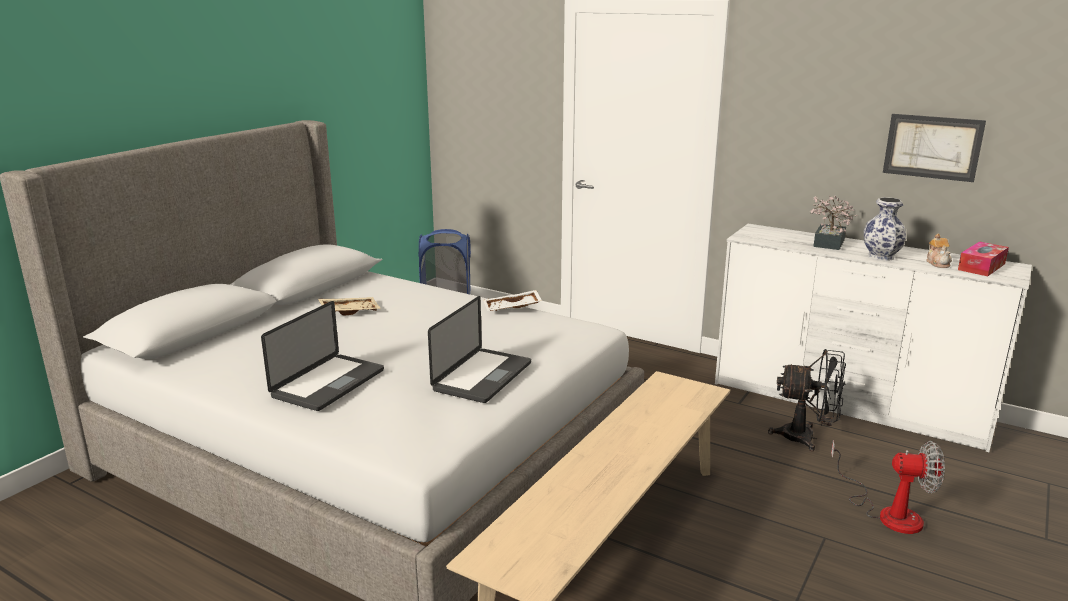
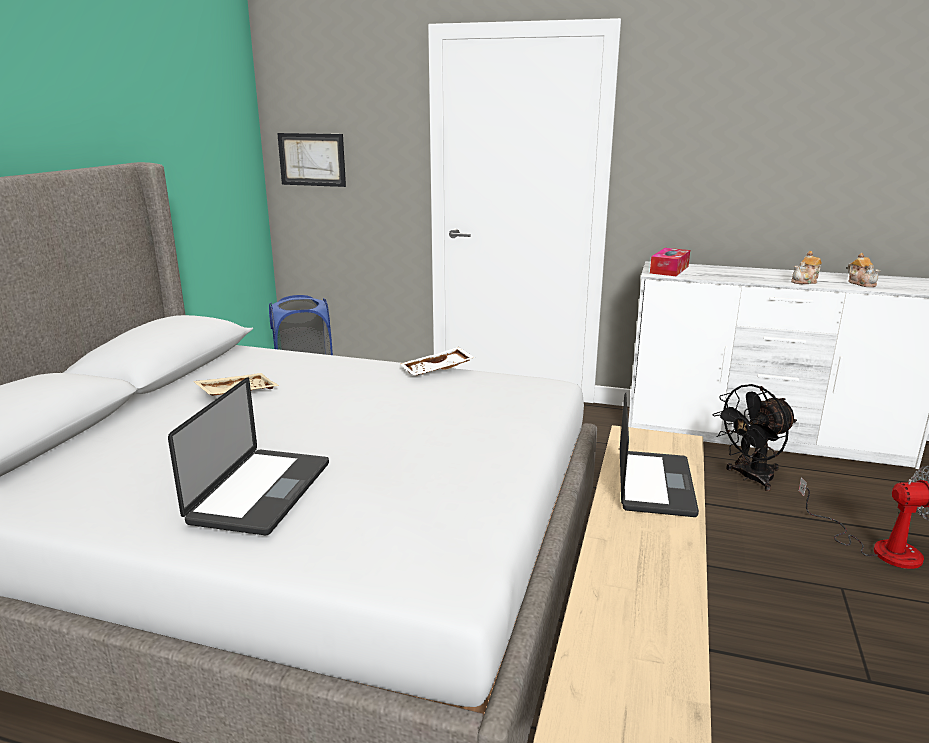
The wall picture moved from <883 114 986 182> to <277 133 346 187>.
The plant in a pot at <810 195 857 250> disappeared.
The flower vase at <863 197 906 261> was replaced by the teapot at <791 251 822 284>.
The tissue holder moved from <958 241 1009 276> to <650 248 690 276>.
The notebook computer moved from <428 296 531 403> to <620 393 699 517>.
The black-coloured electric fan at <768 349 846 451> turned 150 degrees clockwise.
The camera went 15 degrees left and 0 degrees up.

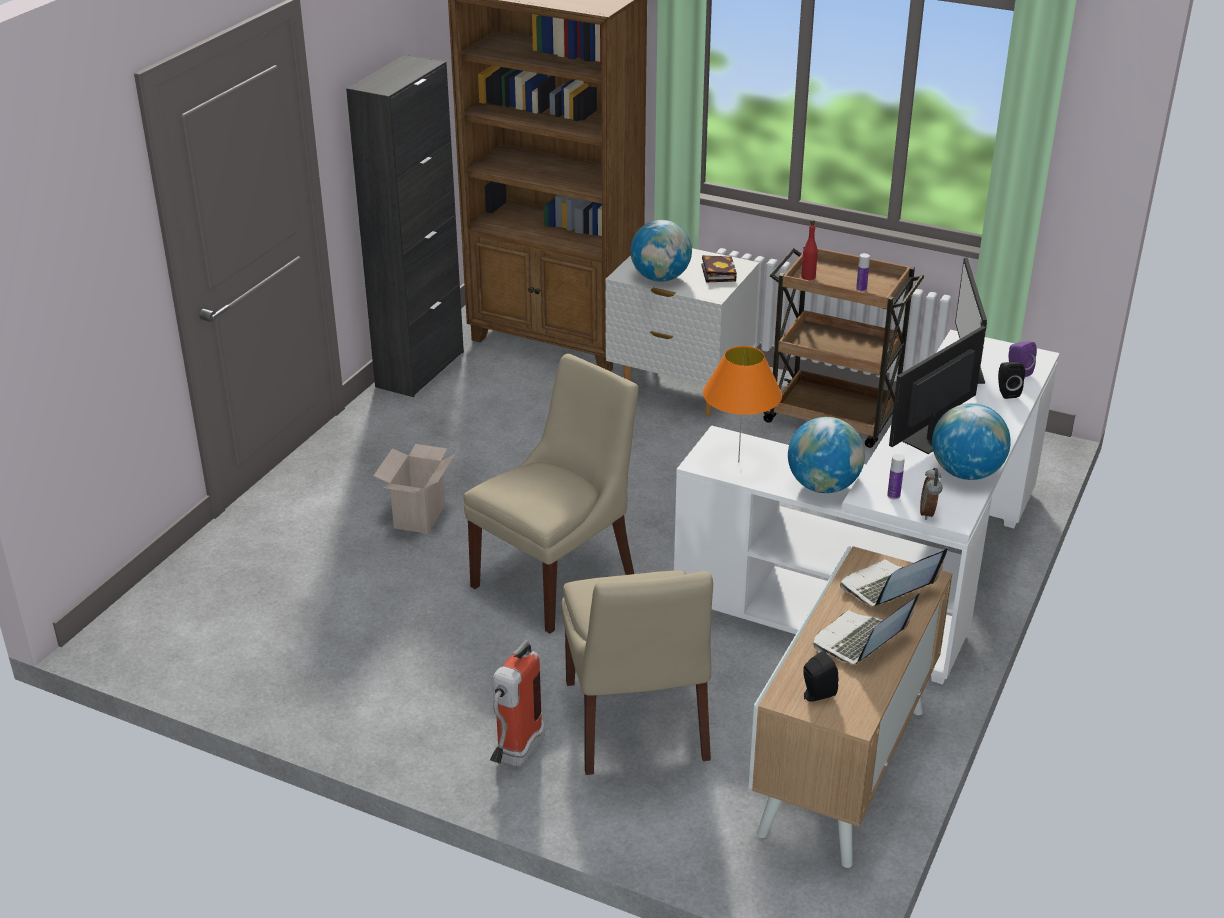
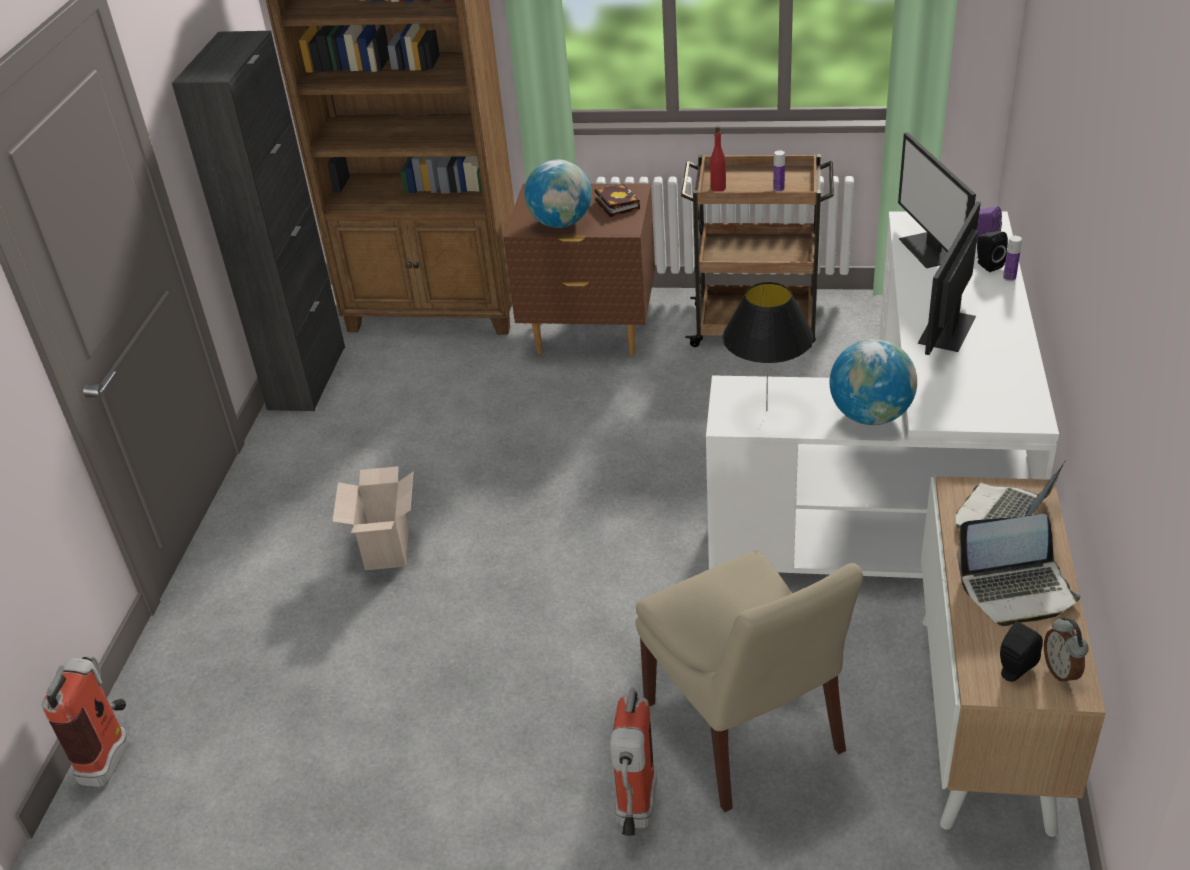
The white night table at <605 248 759 416> became the brown-coloured night table at <503 184 655 355>.
The orangey tabletop lamp at <703 346 782 463> became the black-coloured tabletop lamp at <722 282 814 412>.
The beige upright chair at <464 354 639 634> disappeared.
The world globe at <932 403 1011 480> disappeared.
The drink bottle moved from <887 454 905 500> to <1003 236 1022 281>.
The table clock moved from <920 468 942 520> to <1044 617 1089 685>.
The notebook computer at <813 593 919 664> turned 120 degrees counterclockwise.
The fire-fighting cylinder at <42 655 130 787> appeared.
The camera went 15 degrees left and 5 degrees up.

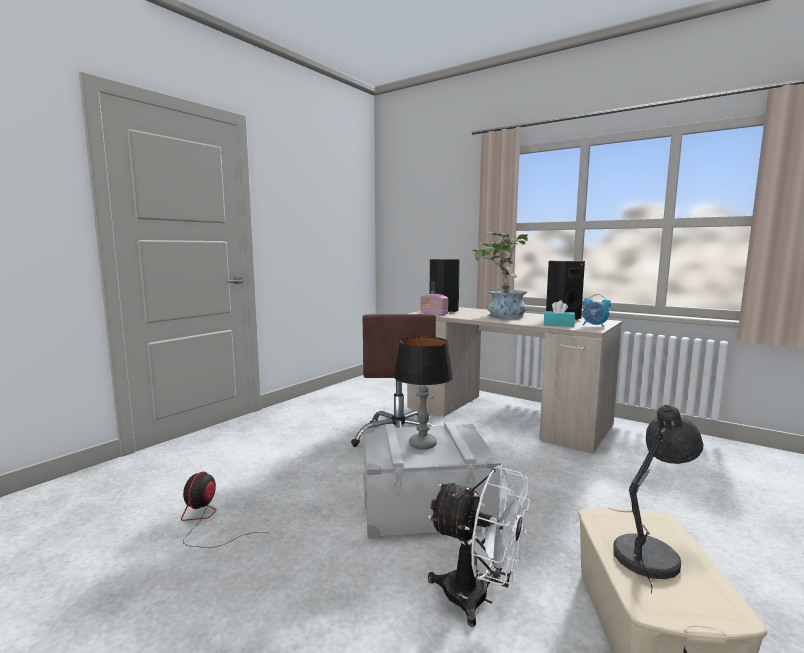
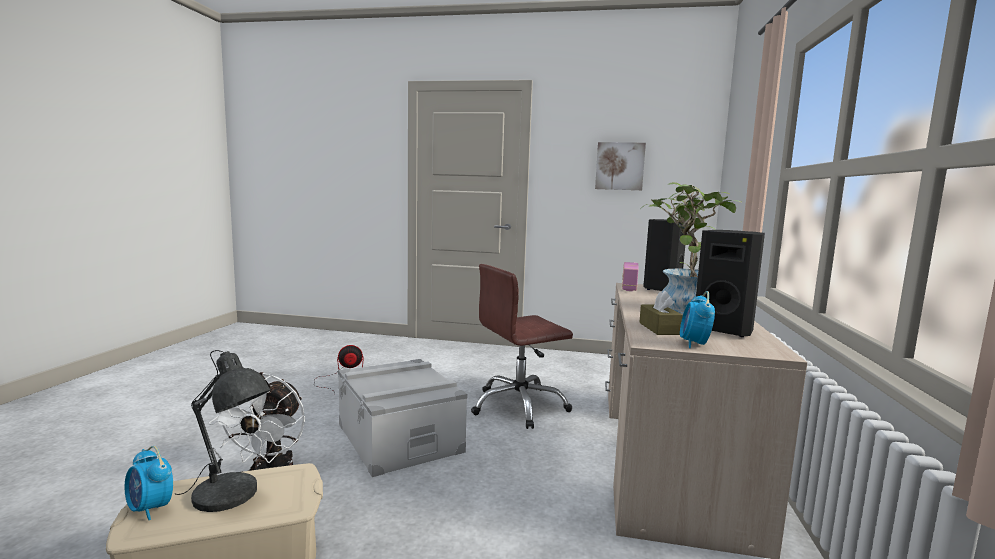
The turquoise-coloured tissue holder at <544 300 575 327> became the brown-coloured tissue holder at <639 291 683 335>.
The tabletop lamp at <394 337 453 450> disappeared.
The wall picture at <595 142 646 190> appeared.
The table clock at <125 446 173 520> appeared.
The camera went 65 degrees right and 0 degrees up.

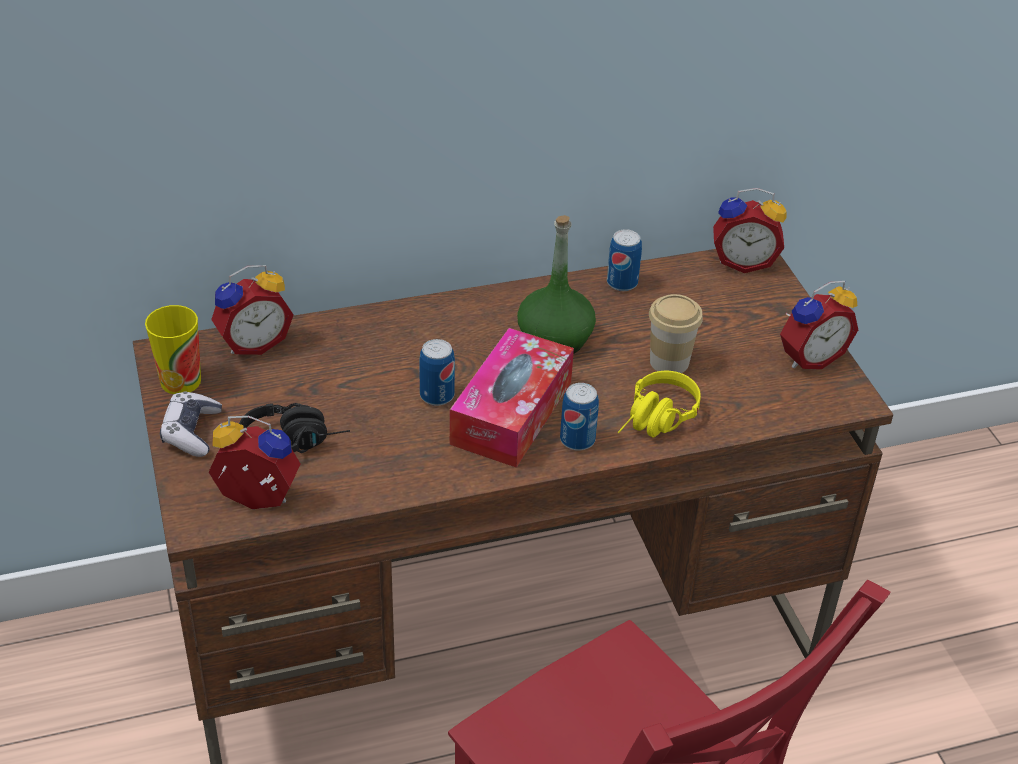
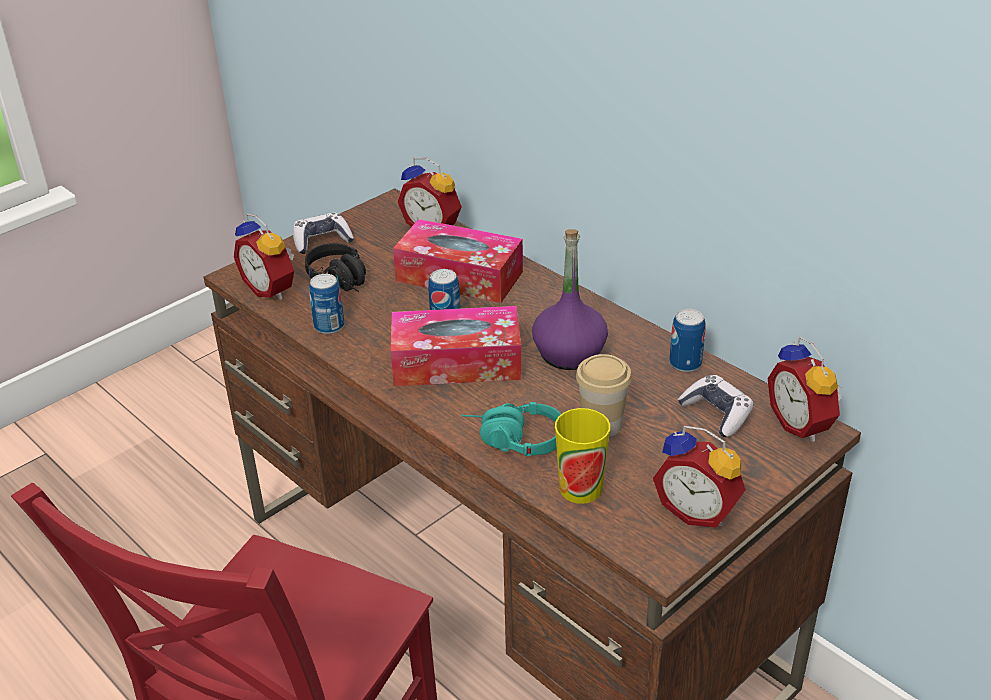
The green drink bottle at <517 215 596 354> became the purple drink bottle at <532 229 608 370>.
The drinking cup moved from <145 305 201 394> to <555 408 610 504>.
The yellow-coloured headset at <618 371 701 437> became the turquoise-coloured headset at <461 402 561 456>.
The sealed can moved from <560 383 599 451> to <309 274 344 334>.
The table clock at <208 416 300 509> turned 150 degrees clockwise.
The tissue holder at <393 219 523 303> appeared.
The gamepad at <678 375 754 437> appeared.
The camera went 65 degrees right and 5 degrees down.

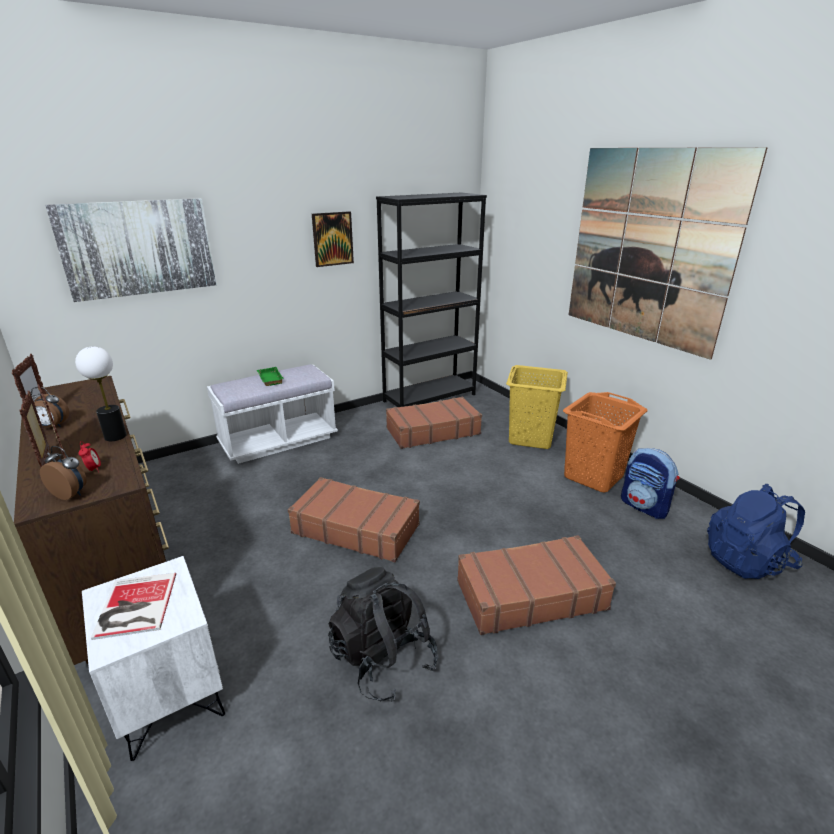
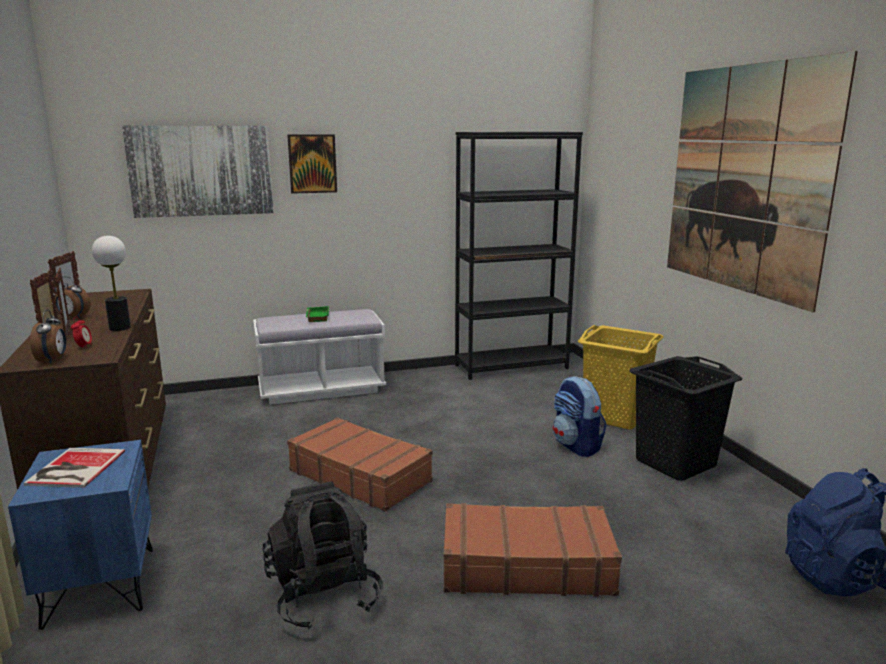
The wall picture moved from <312 211 354 267> to <287 134 337 194>.
The orangey hamper at <563 392 648 492> became the black-coloured hamper at <629 356 742 481>.
The brown-coloured travel case at <386 397 482 449> disappeared.
The table clock at <40 446 87 500> turned 45 degrees clockwise.
The backpack moved from <621 448 679 519> to <553 376 607 457>.
The white night table at <82 556 225 761> became the blue-coloured night table at <8 440 153 630>.
The camera went 15 degrees right and 10 degrees down.

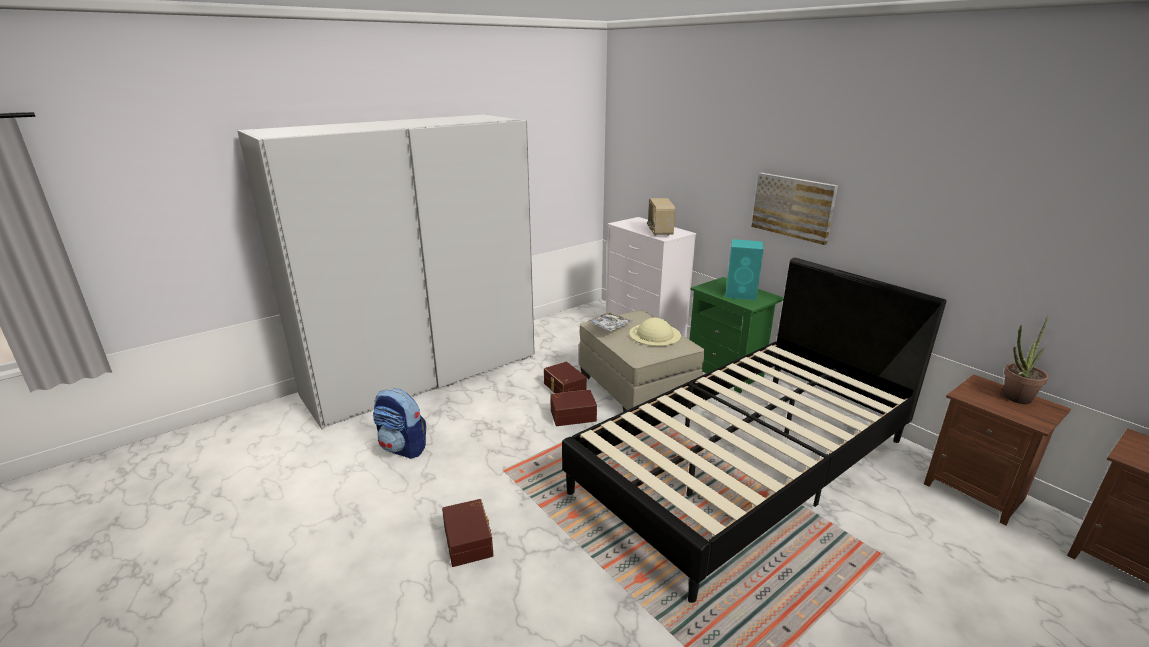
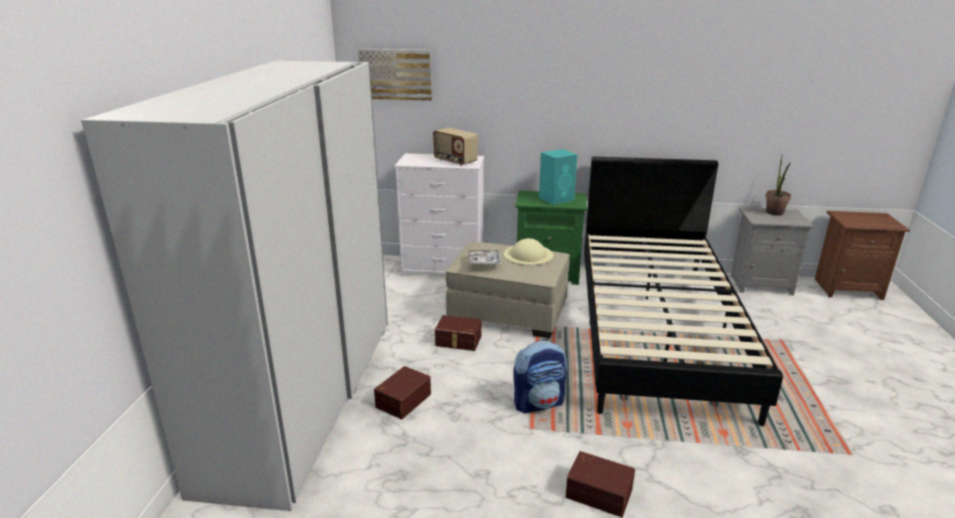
The wall picture moved from <752 173 838 245> to <358 49 432 101>.
The brown-coloured night table at <924 374 1071 525> became the greyish night table at <731 207 814 295>.
The backpack moved from <373 389 426 459> to <513 341 567 413>.
The brown-coloured storage bin moved from <550 390 597 426> to <374 366 431 419>.
The camera went 45 degrees left and 0 degrees up.

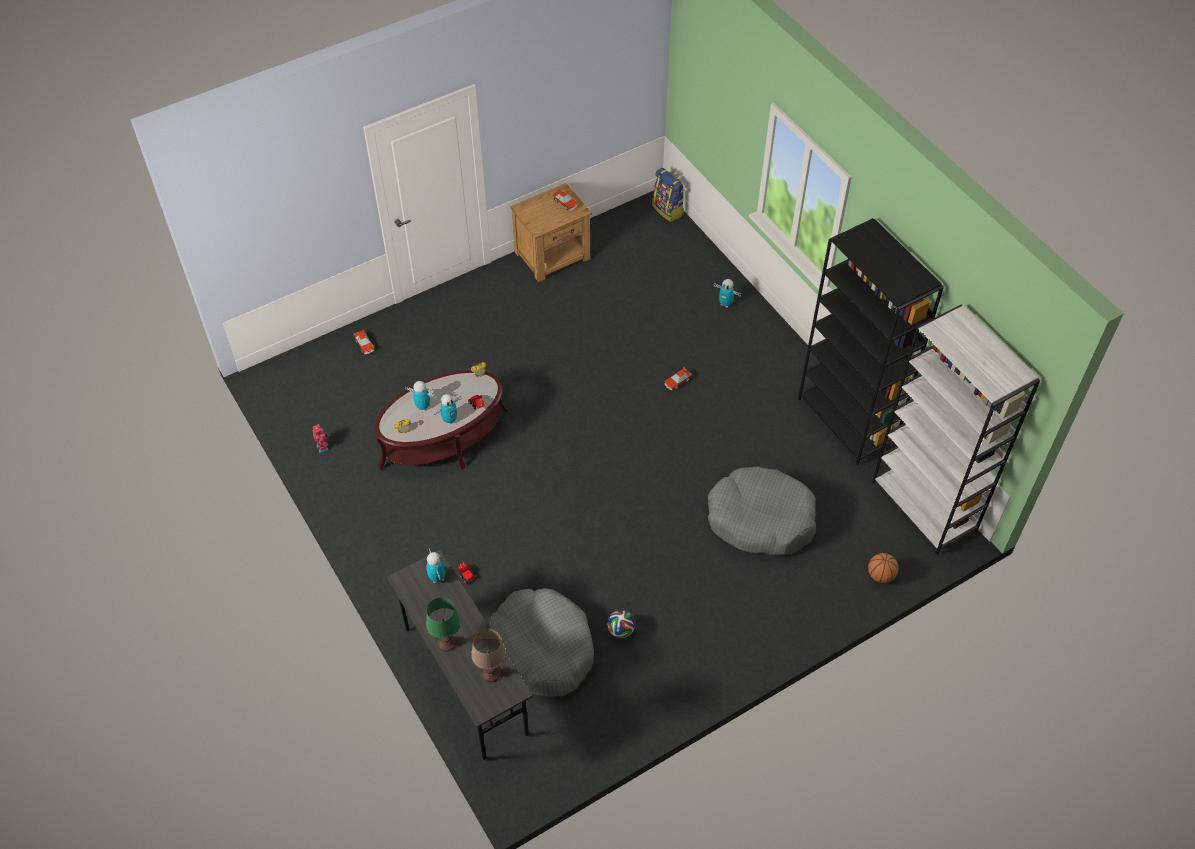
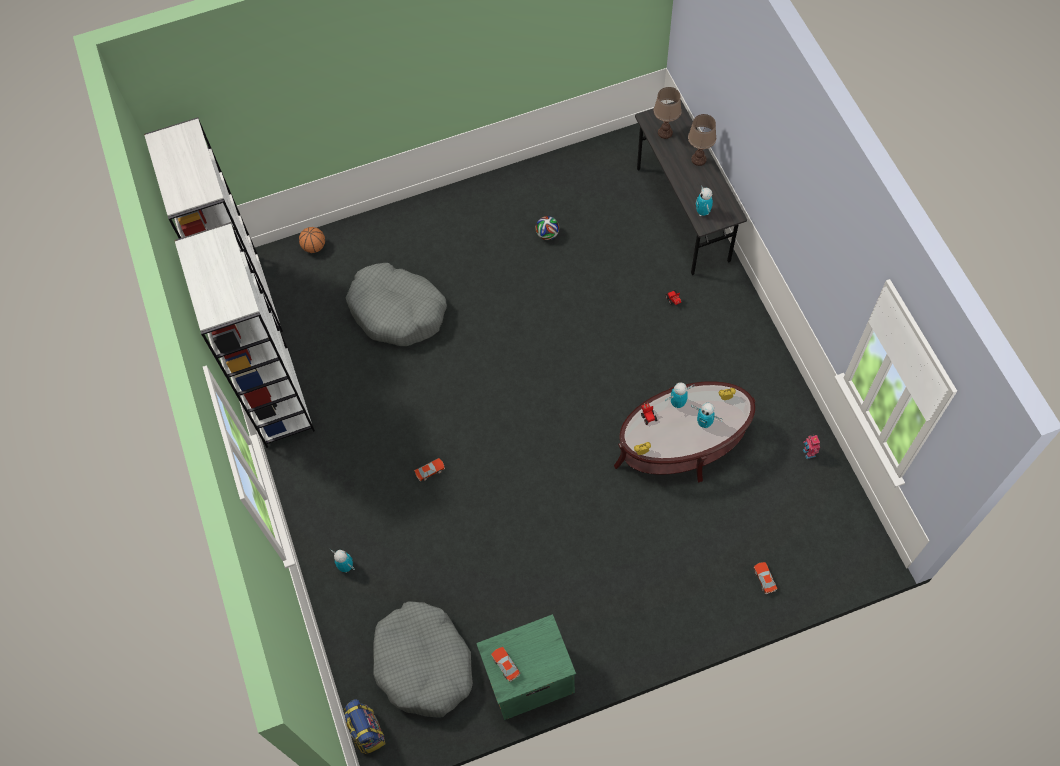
The brown-coloured night table at <510 183 592 283> became the green night table at <476 614 576 720>.
The black-coloured bookcase at <798 218 944 465> became the white bookcase at <174 222 315 448>.
The greyish pet bed moved from <490 588 594 697> to <373 601 473 717>.
The green tabletop lamp at <426 597 460 652> became the brown-coloured tabletop lamp at <688 114 716 166>.
The camera went 165 degrees left and 10 degrees up.

